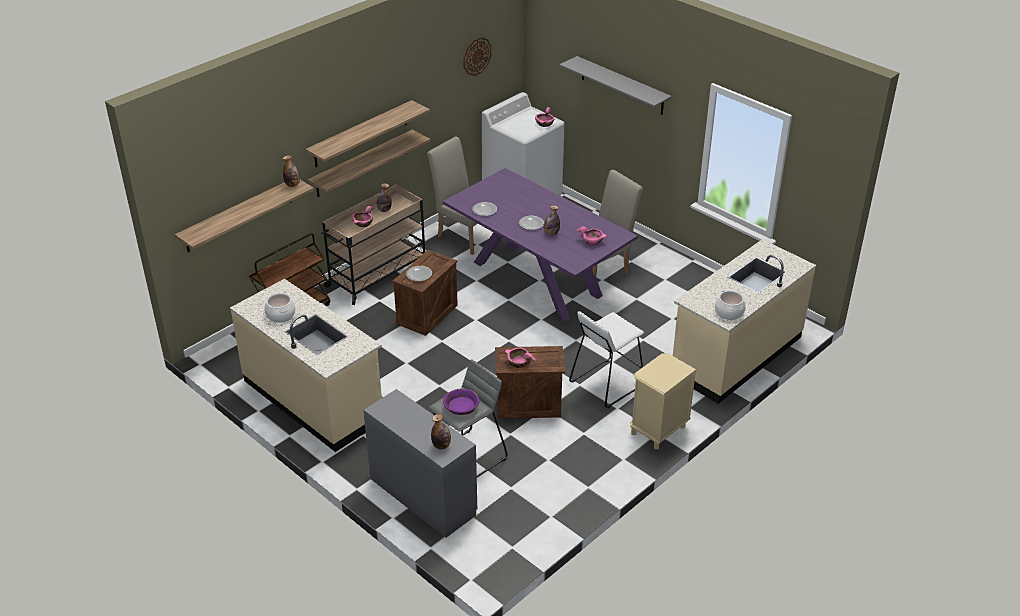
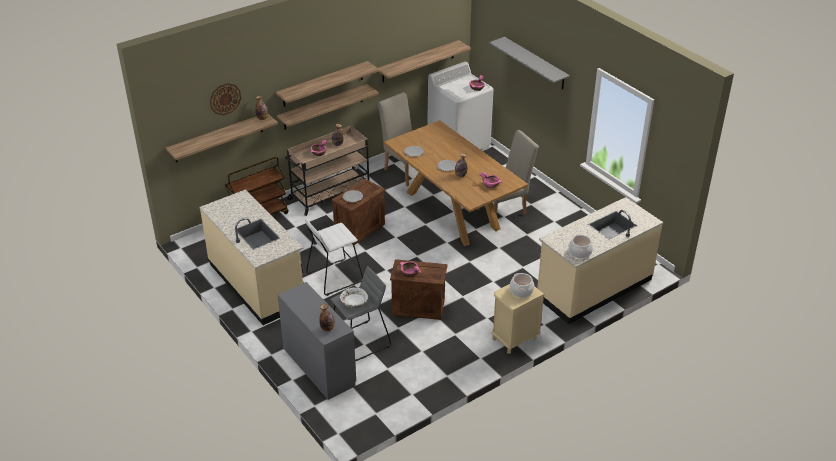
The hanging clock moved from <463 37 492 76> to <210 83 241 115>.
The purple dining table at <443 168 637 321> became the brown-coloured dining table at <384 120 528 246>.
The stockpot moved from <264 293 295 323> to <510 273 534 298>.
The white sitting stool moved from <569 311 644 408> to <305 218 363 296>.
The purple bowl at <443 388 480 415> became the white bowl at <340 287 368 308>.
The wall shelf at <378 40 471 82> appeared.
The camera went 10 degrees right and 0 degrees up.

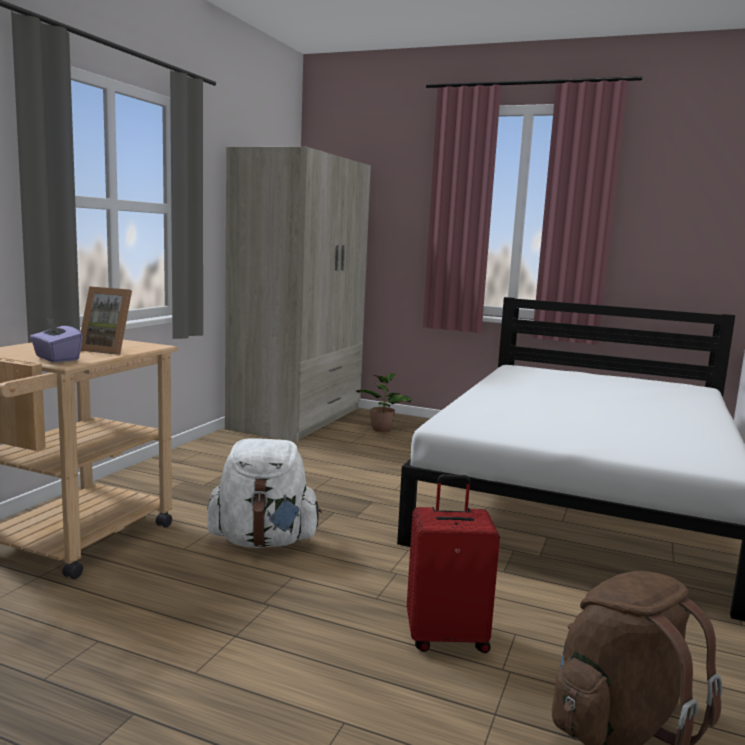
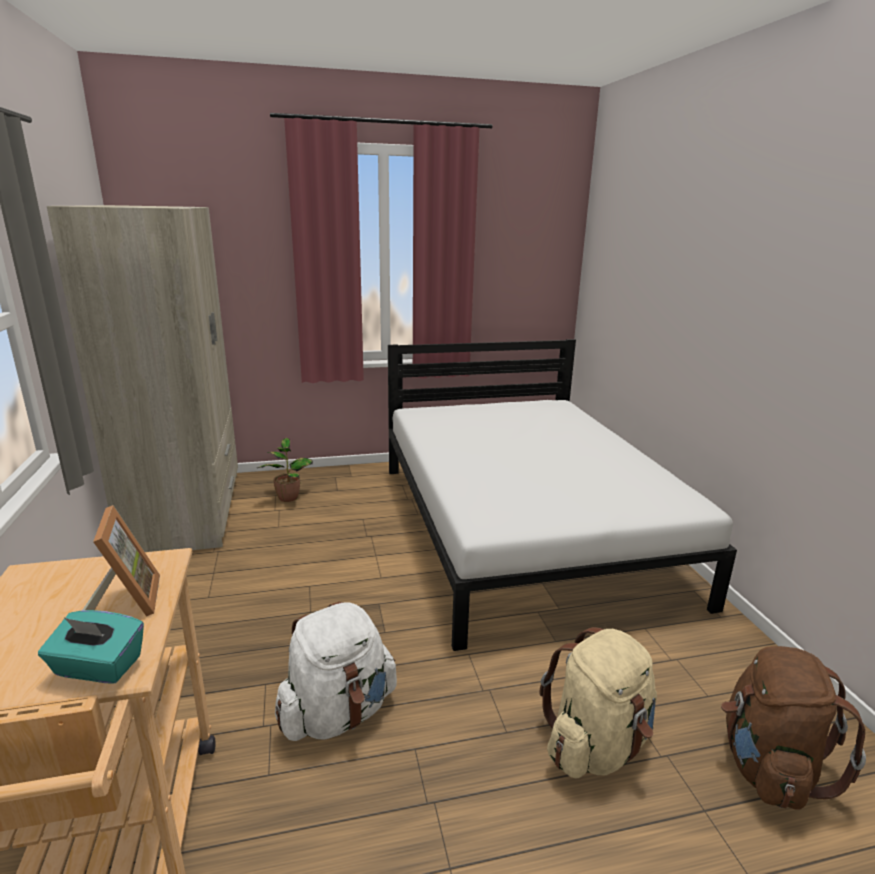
The standing frame at <81 286 132 355> turned 90 degrees counterclockwise.
The purple tissue holder at <30 318 83 362> became the turquoise-coloured tissue holder at <38 610 144 684>.
The reddish travel case at <407 474 500 653> was replaced by the beige backpack at <539 627 657 778>.
The camera went 35 degrees left and 10 degrees up.

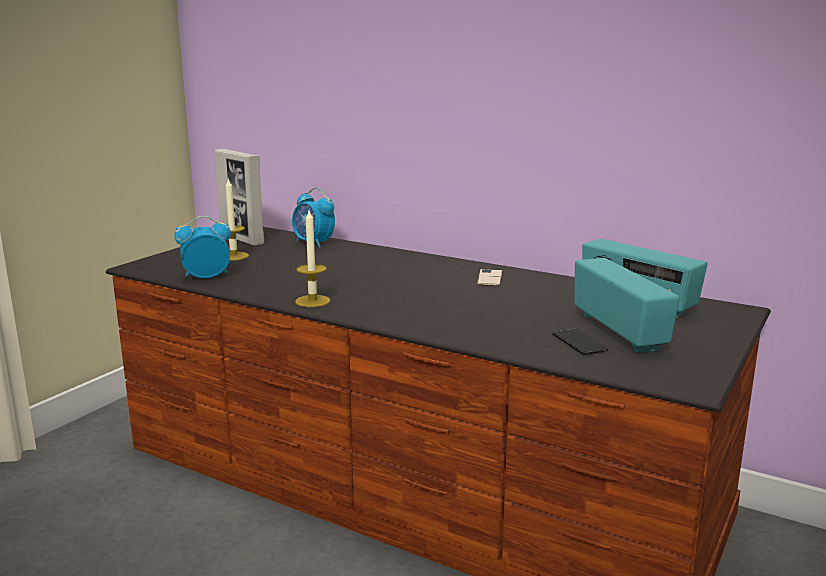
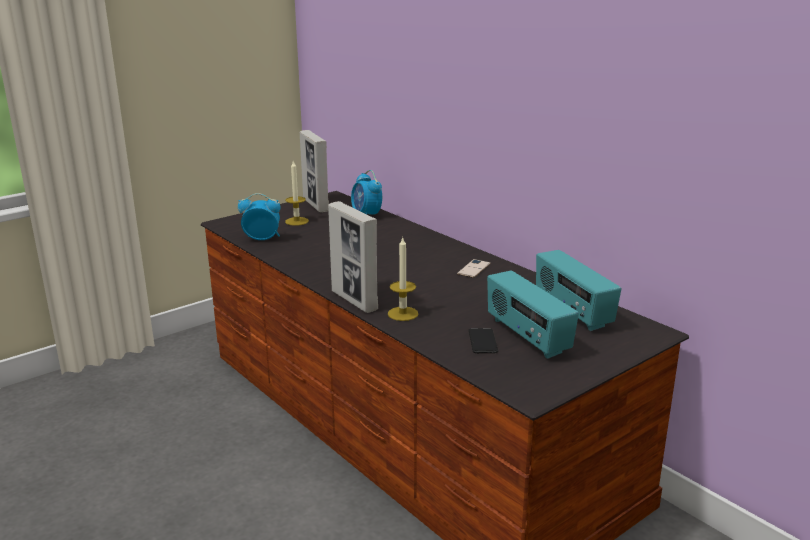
The wax light moved from <295 210 330 307> to <388 236 418 321>.
The radio at <574 258 679 352> turned 150 degrees clockwise.
The standing frame at <328 201 378 313> appeared.
The camera went 20 degrees right and 5 degrees up.

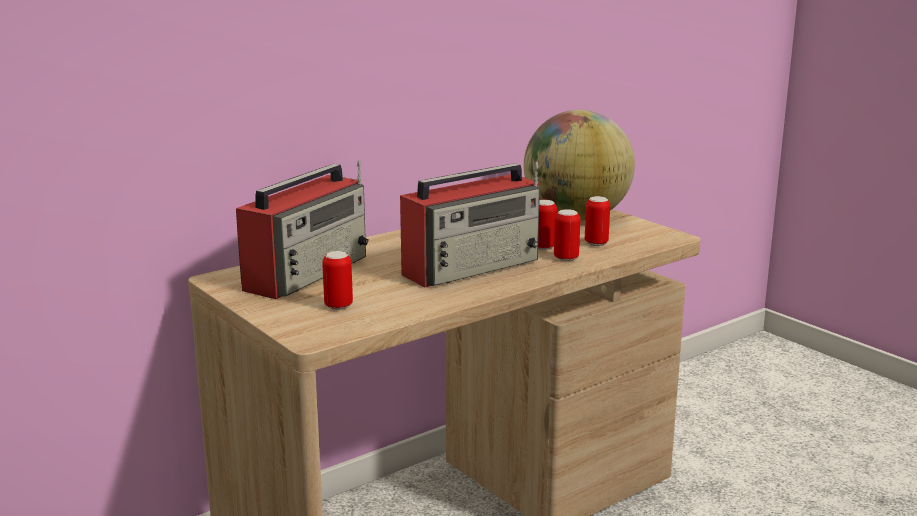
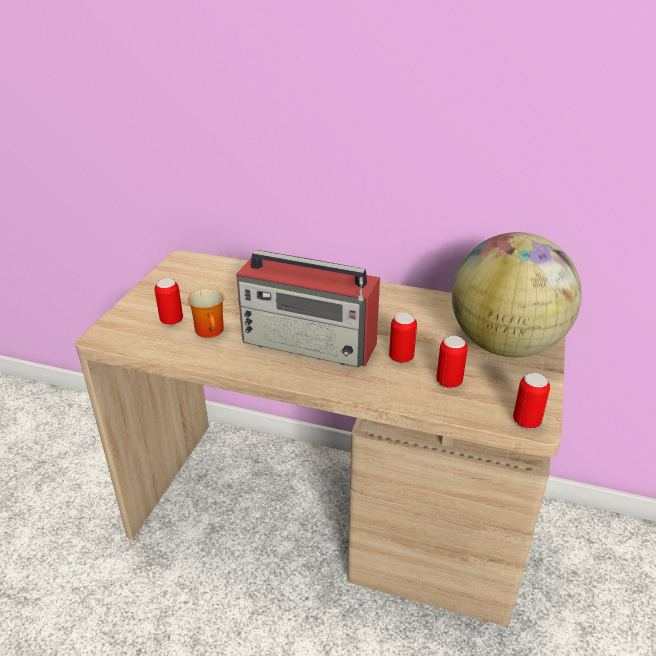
The radio at <236 160 369 299> disappeared.
The sealed can moved from <554 209 580 261> to <513 373 550 429>.
The tea mug at <187 288 224 338> appeared.
The camera went 55 degrees right and 15 degrees up.

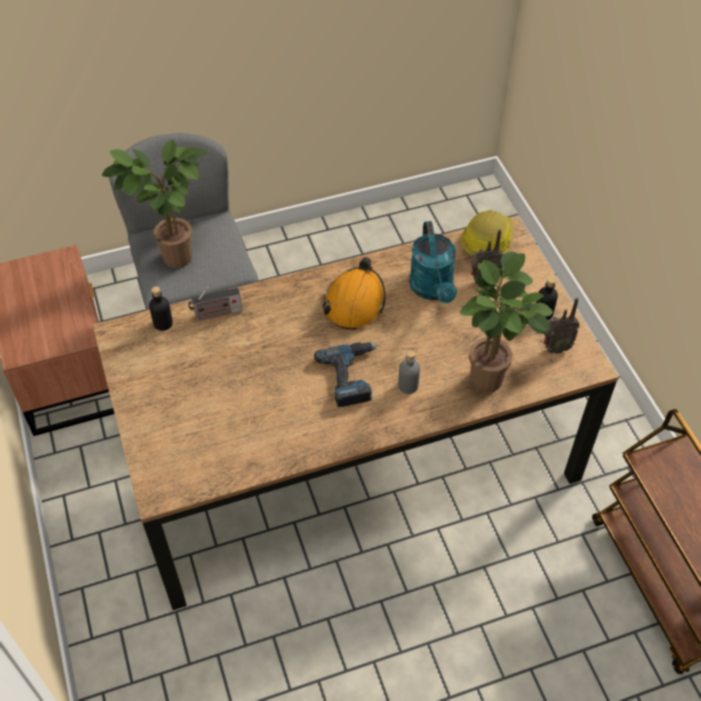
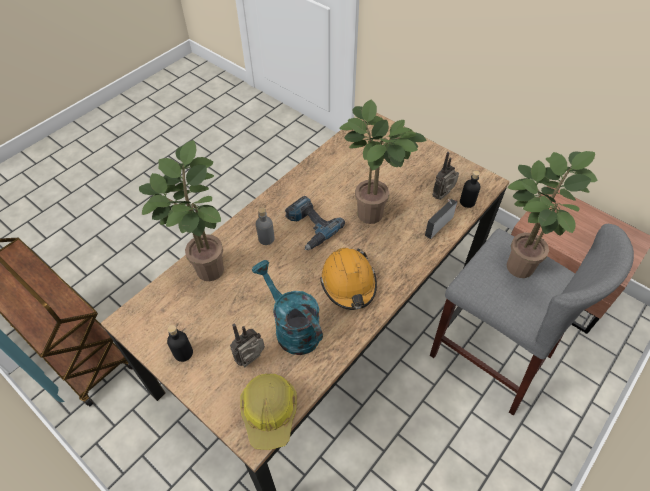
The radio moved from <543 298 580 354> to <432 152 459 200>.
The plant in a pot at <339 100 427 224> appeared.
The camera went 150 degrees right and 0 degrees up.

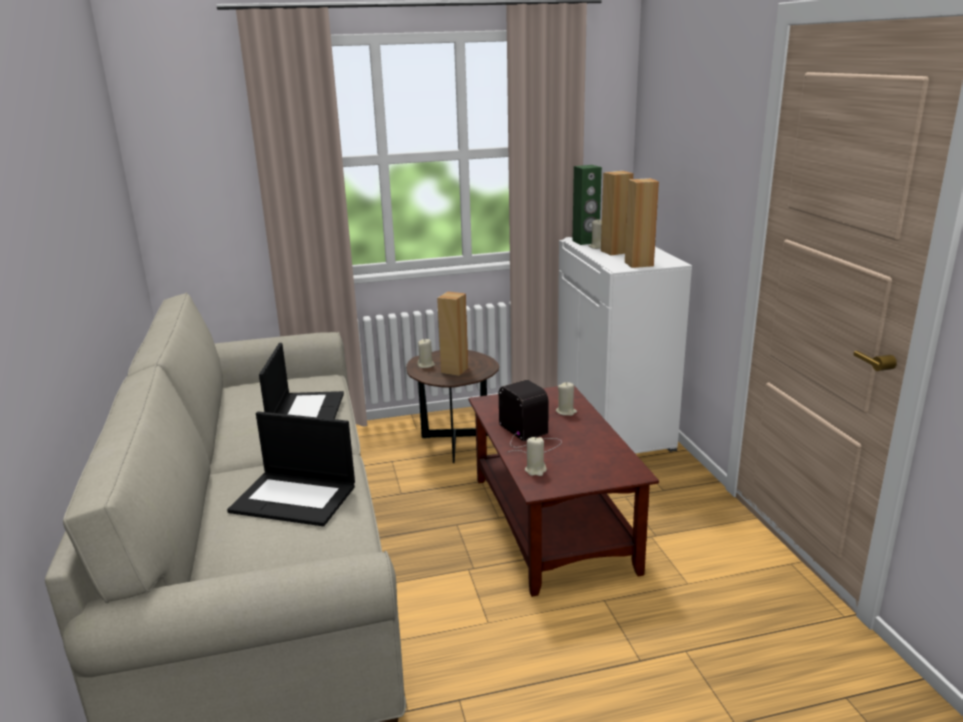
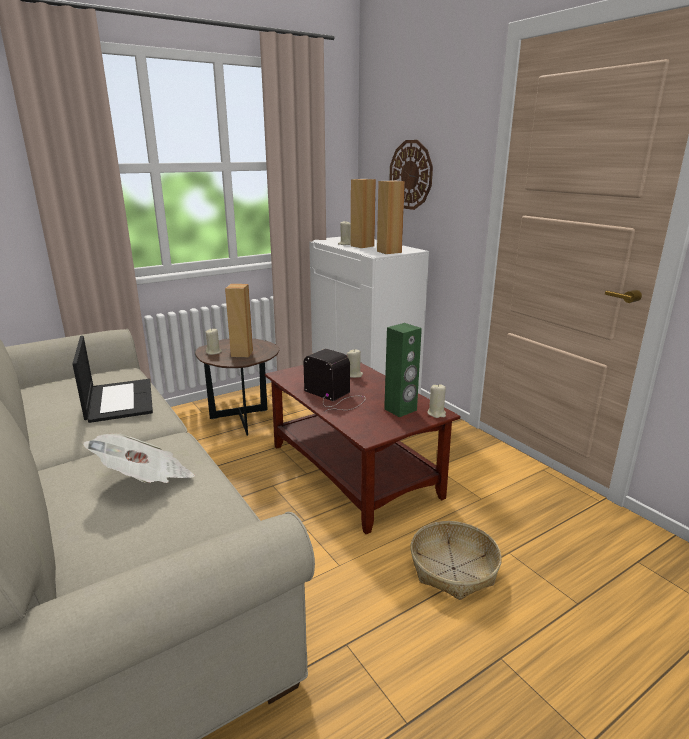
The green audio speaker moved from <573 165 602 245> to <384 323 422 417>.
The notebook computer at <227 411 355 526> was replaced by the printed paper at <83 433 195 483>.
The beige wax light moved from <525 437 547 476> to <428 384 446 418>.
The hanging clock at <389 140 433 210> appeared.
The basket at <410 521 502 600> appeared.
The camera went 20 degrees left and 0 degrees up.

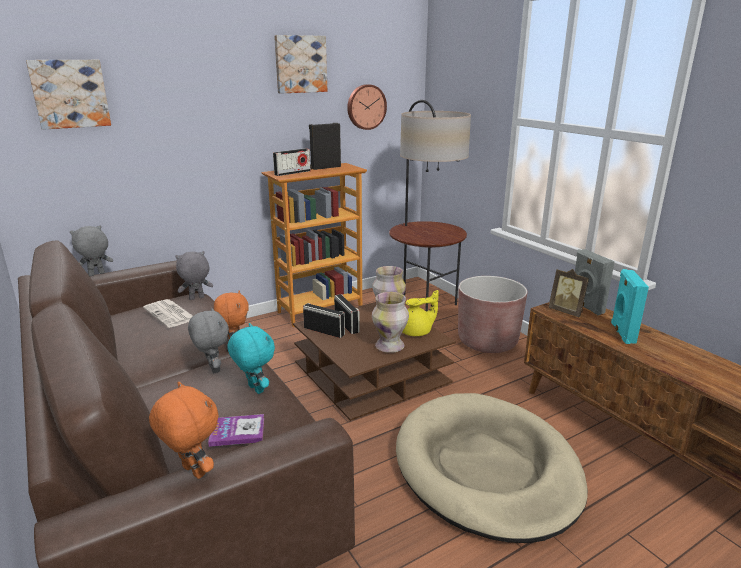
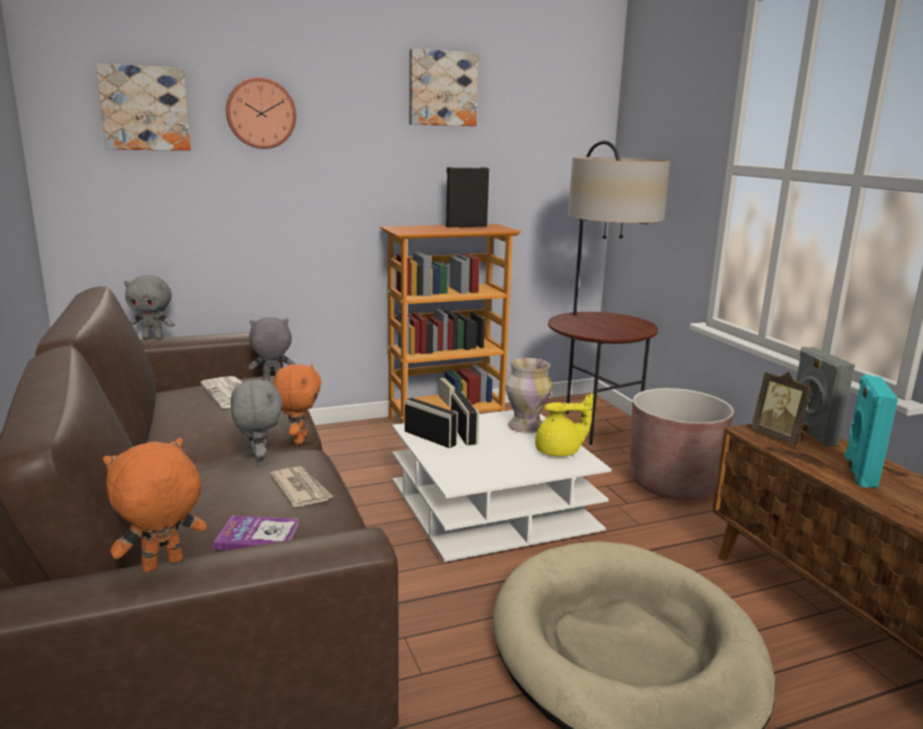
The hanging clock moved from <347 84 387 130> to <226 77 296 149>.
The radio at <273 148 311 176> disappeared.
The greyish plush toy at <70 225 113 276> turned 150 degrees counterclockwise.
The flower vase at <372 292 409 353> disappeared.
The brown-coloured low table at <293 302 455 421> became the white low table at <392 410 612 562>.
The turquoise-coloured plush toy at <227 323 275 394> was replaced by the printed paper at <270 466 333 507>.
The orangey plush toy at <149 382 219 479> turned 90 degrees counterclockwise.
The camera went 10 degrees right and 5 degrees down.

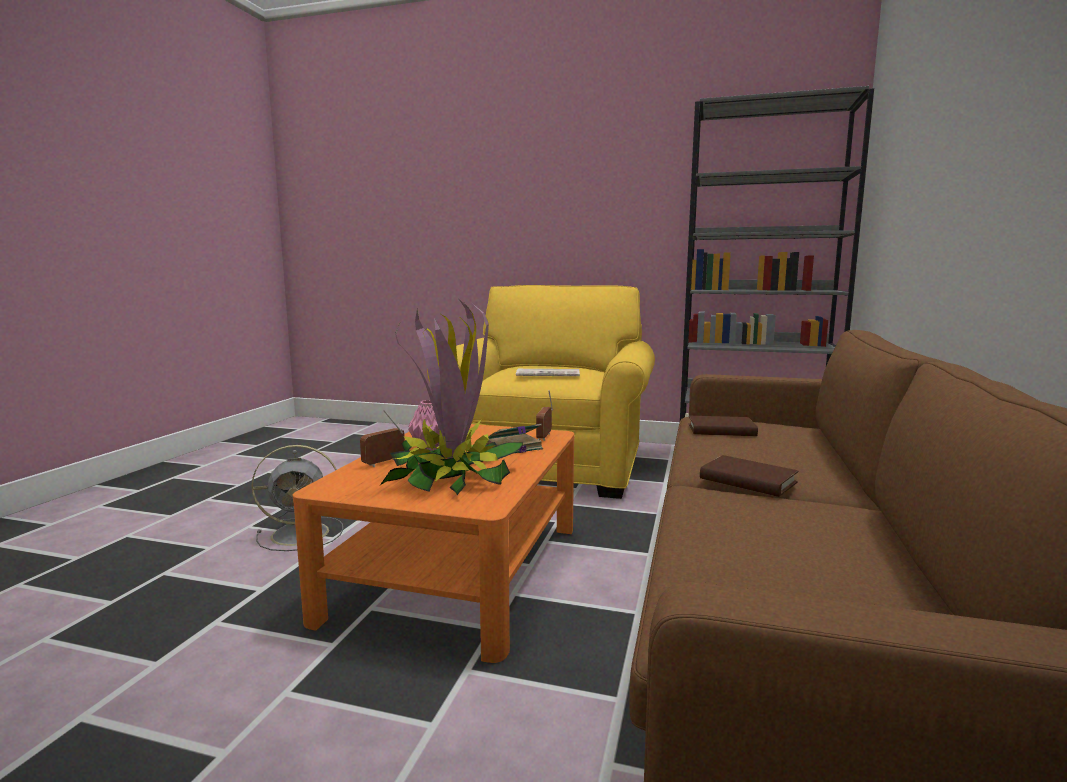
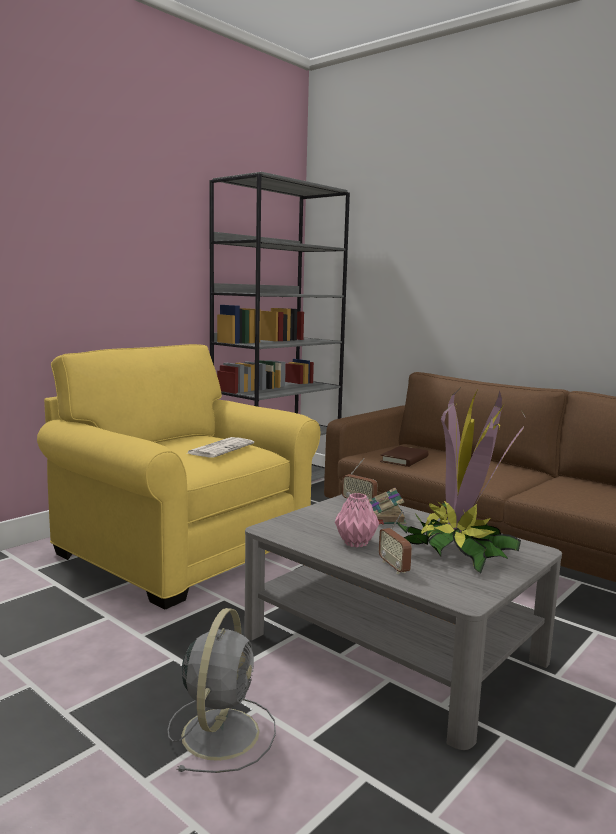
The orangey low table at <293 424 575 663> became the greyish low table at <244 494 562 750>.
The brown-coloured bound book at <700 455 798 497> disappeared.
The camera went 65 degrees left and 0 degrees up.

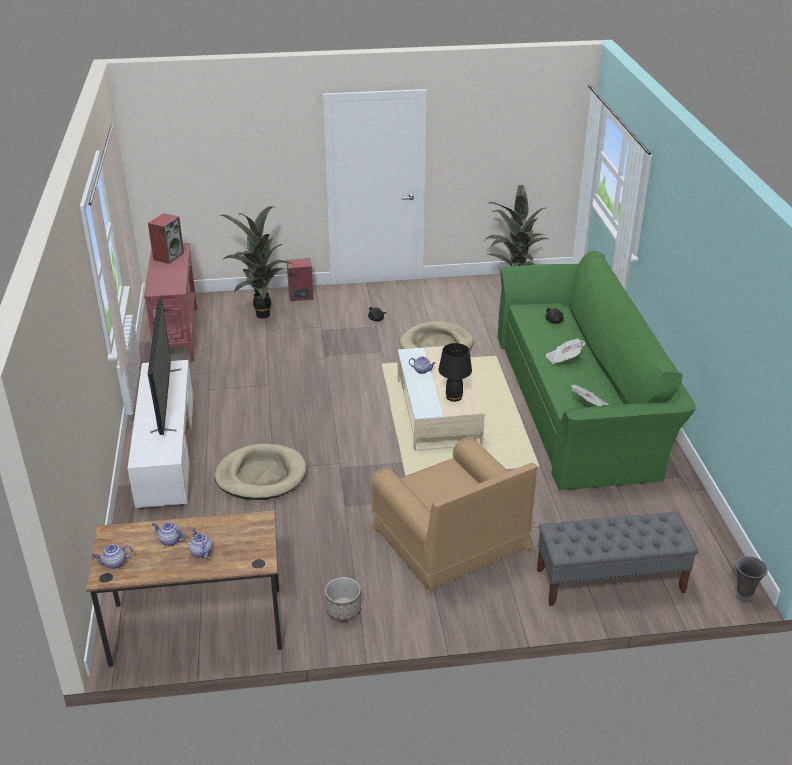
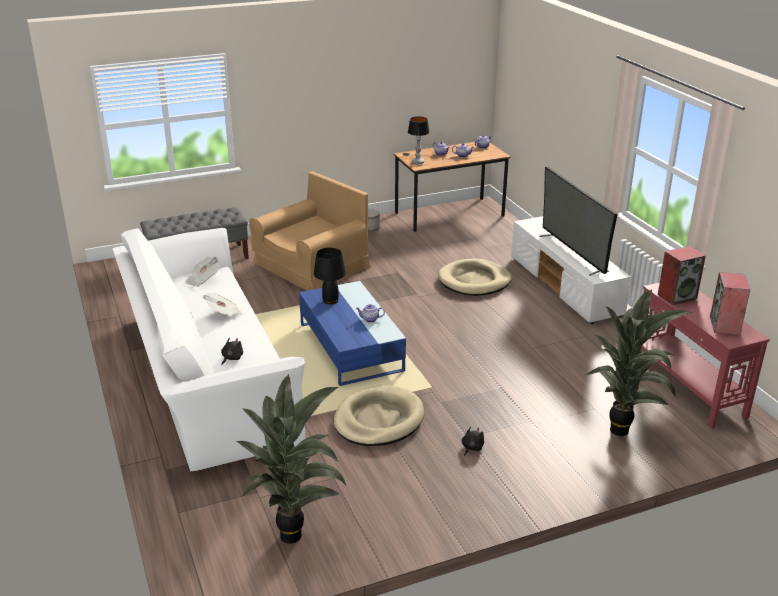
The green settee at <498 250 696 490> became the white settee at <113 228 306 472>.
The audio speaker moved from <287 258 313 301> to <658 246 706 305>.
The beige low table at <398 346 485 451> became the blue-coloured low table at <299 281 406 386>.
The brown-coloured easy chair at <370 437 537 593> turned 90 degrees clockwise.
The greyish flower vase at <736 556 768 602> disappeared.
The tabletop lamp at <408 116 430 164> appeared.
The camera went 165 degrees right and 5 degrees down.

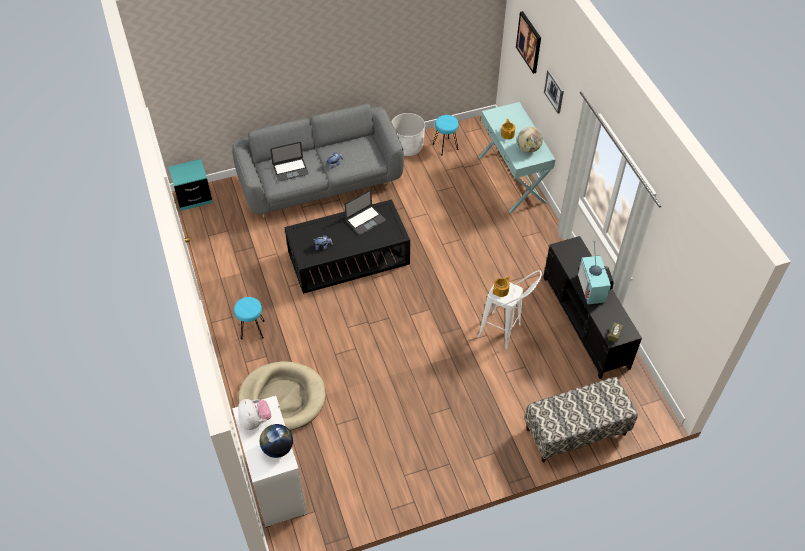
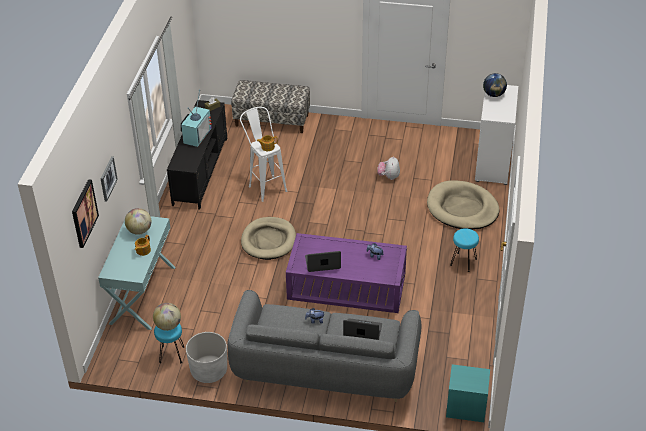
The black-coloured low table at <284 199 410 294> became the purple low table at <286 233 407 313>.
The plush toy moved from <238 399 271 430> to <377 156 400 180>.
The beige pet bed at <241 217 296 260> appeared.
The world globe at <153 303 181 331> appeared.
The camera went 150 degrees left and 10 degrees down.

